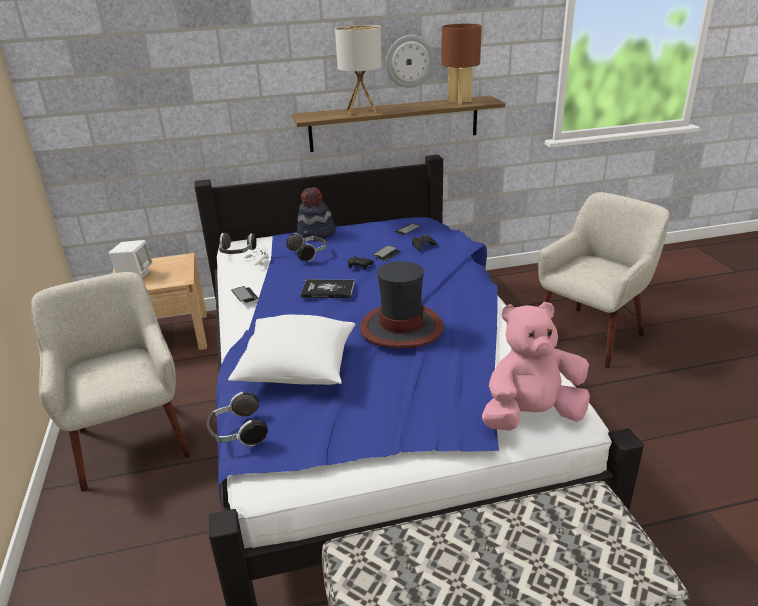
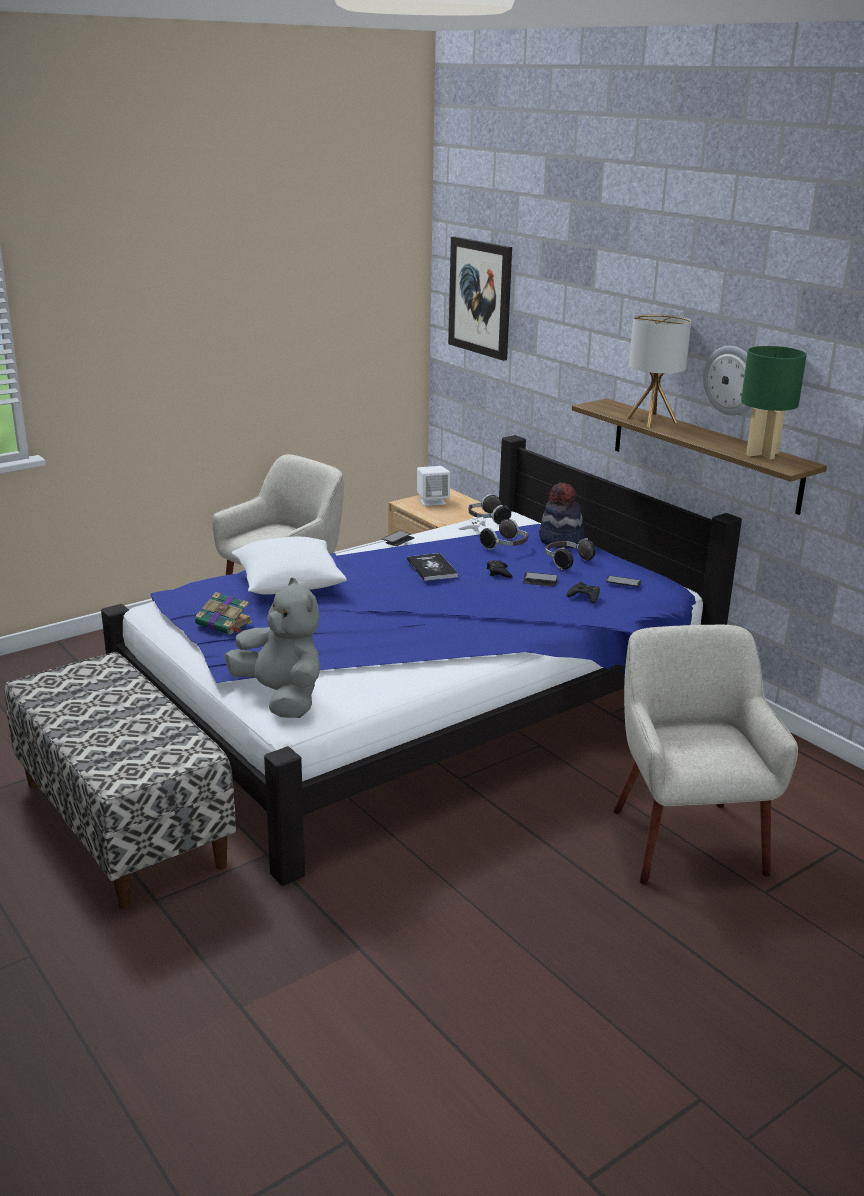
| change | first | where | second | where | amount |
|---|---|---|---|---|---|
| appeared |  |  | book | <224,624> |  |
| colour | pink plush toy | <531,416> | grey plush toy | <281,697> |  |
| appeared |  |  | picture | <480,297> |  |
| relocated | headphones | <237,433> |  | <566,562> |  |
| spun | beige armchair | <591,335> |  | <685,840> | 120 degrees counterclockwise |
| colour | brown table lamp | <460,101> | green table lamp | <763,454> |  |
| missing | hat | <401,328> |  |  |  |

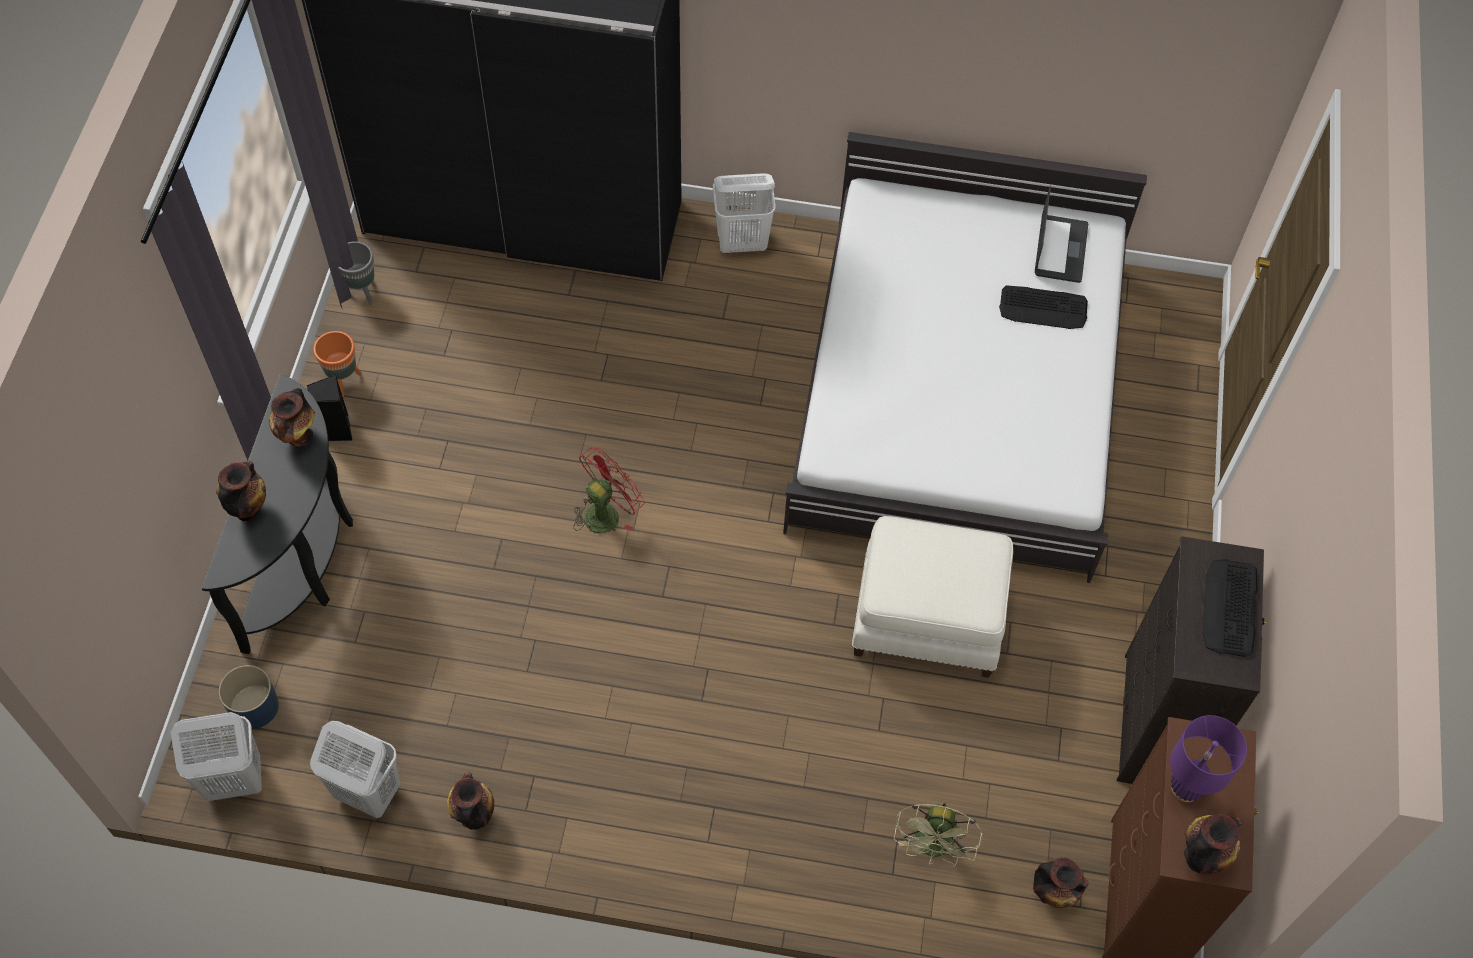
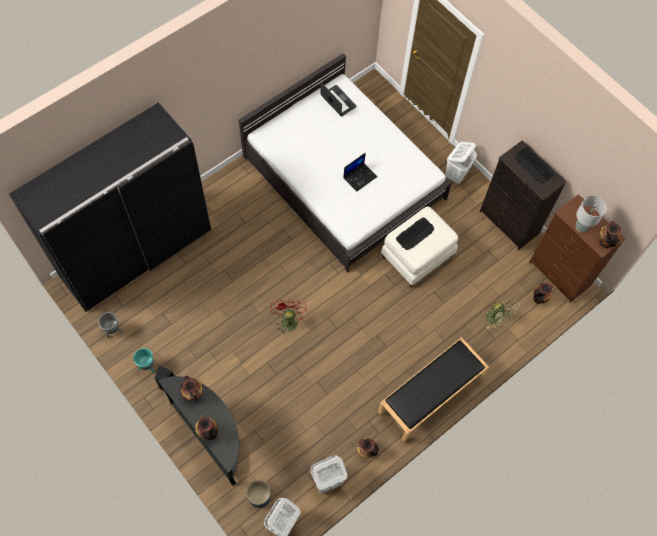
| change | first | where | second | where | amount |
|---|---|---|---|---|---|
| colour | orange planter | <344,381> | turquoise planter | <148,366> |  |
| appeared |  |  | laptop | <360,176> |  |
| appeared |  |  | black bench | <430,395> |  |
| relocated | keyboard | <1043,308> |  | <415,234> |  |
| relocated | white laundry basket | <743,242> |  | <456,174> |  |
| colour | purple table lamp | <1185,788> | grey table lamp | <581,227> |  |

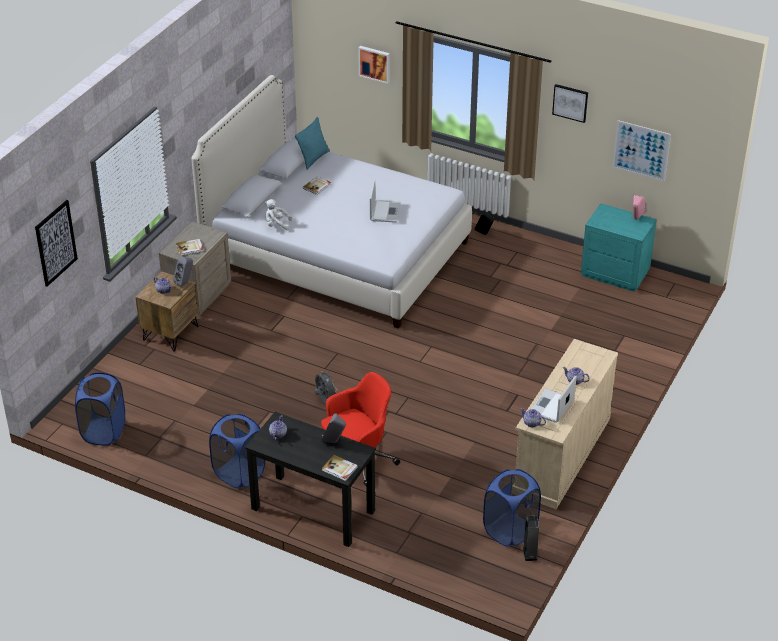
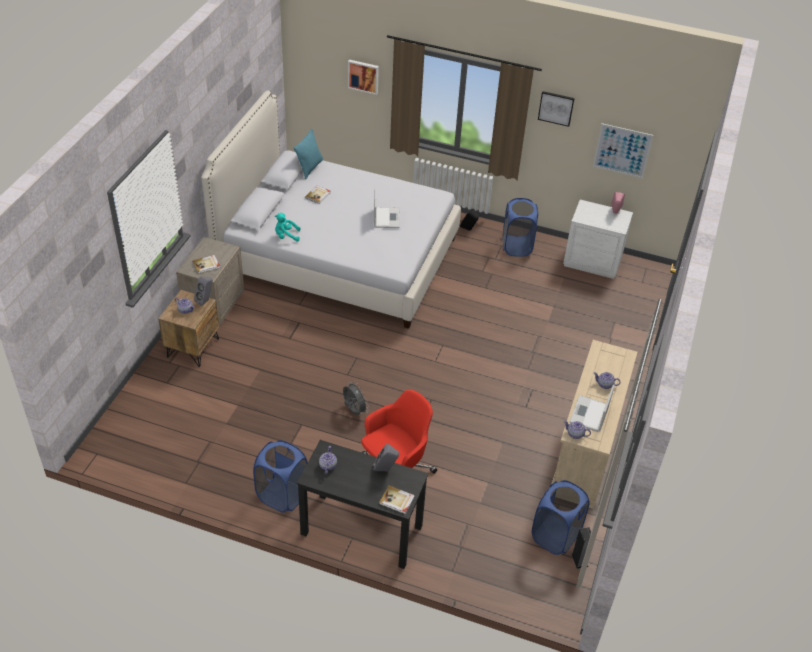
| change | first | where | second | where | amount |
|---|---|---|---|---|---|
| colour | white plush toy | <276,224> | turquoise plush toy | <286,236> |  |
| relocated | blue laundry basket | <104,431> |  | <516,246> |  |
| colour | turquoise nightstand | <615,273> | white nightstand | <592,261> |  |
| missing | picture | <56,243> |  |  |  |

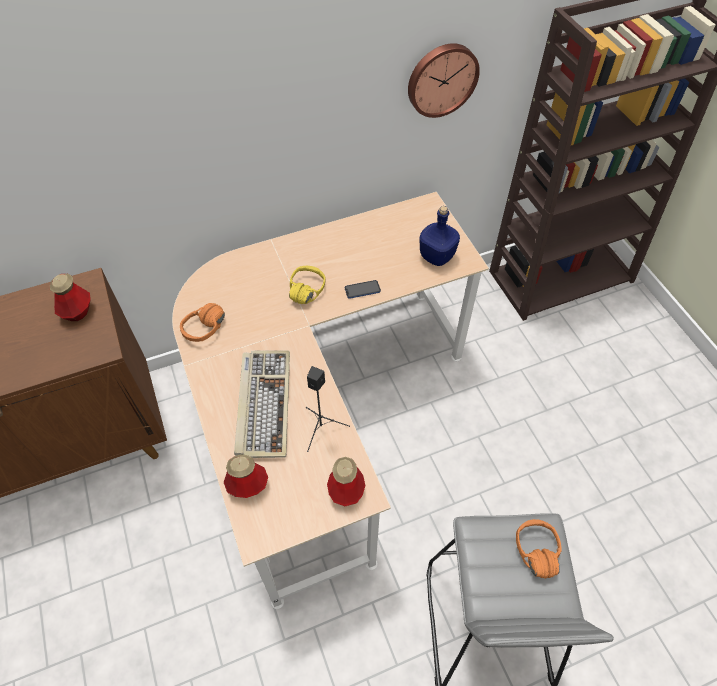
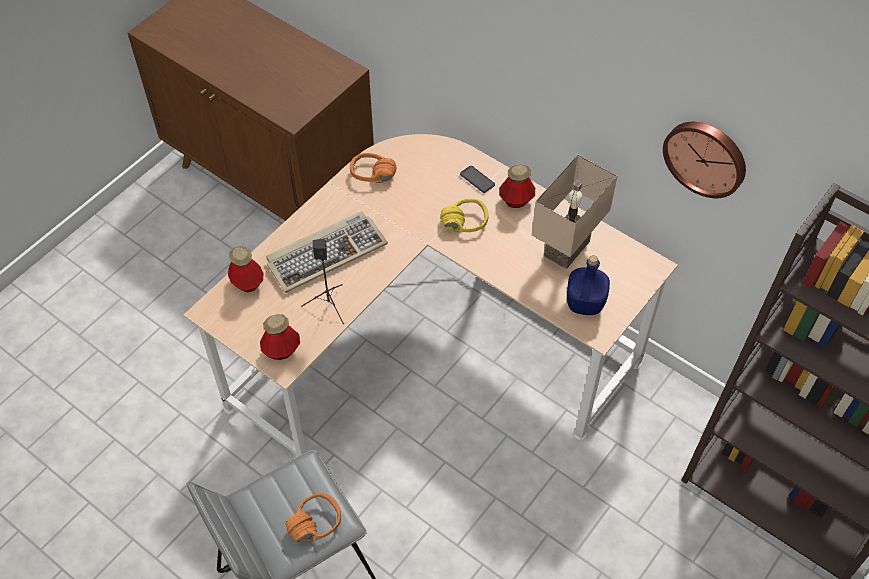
| change | first | where | second | where | amount |
|---|---|---|---|---|---|
| relocated | phone | <362,290> |  | <477,180> |  |
| relocated | bottle | <77,312> |  | <516,200> |  |
| appeared |  |  | beige table lamp | <565,247> |  |

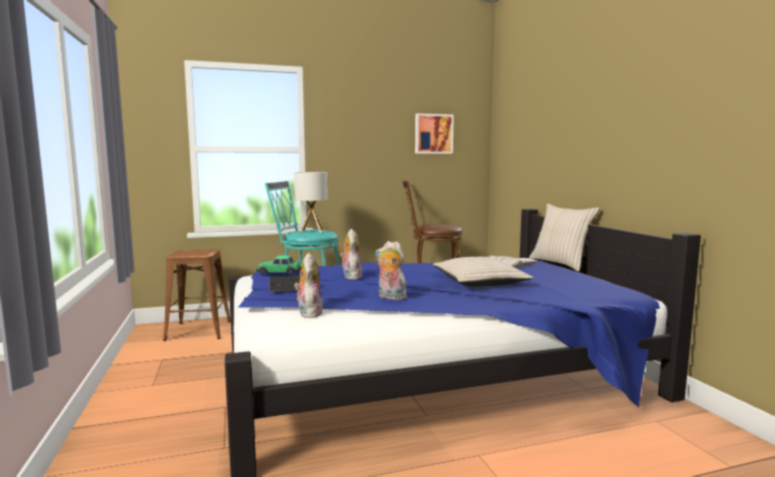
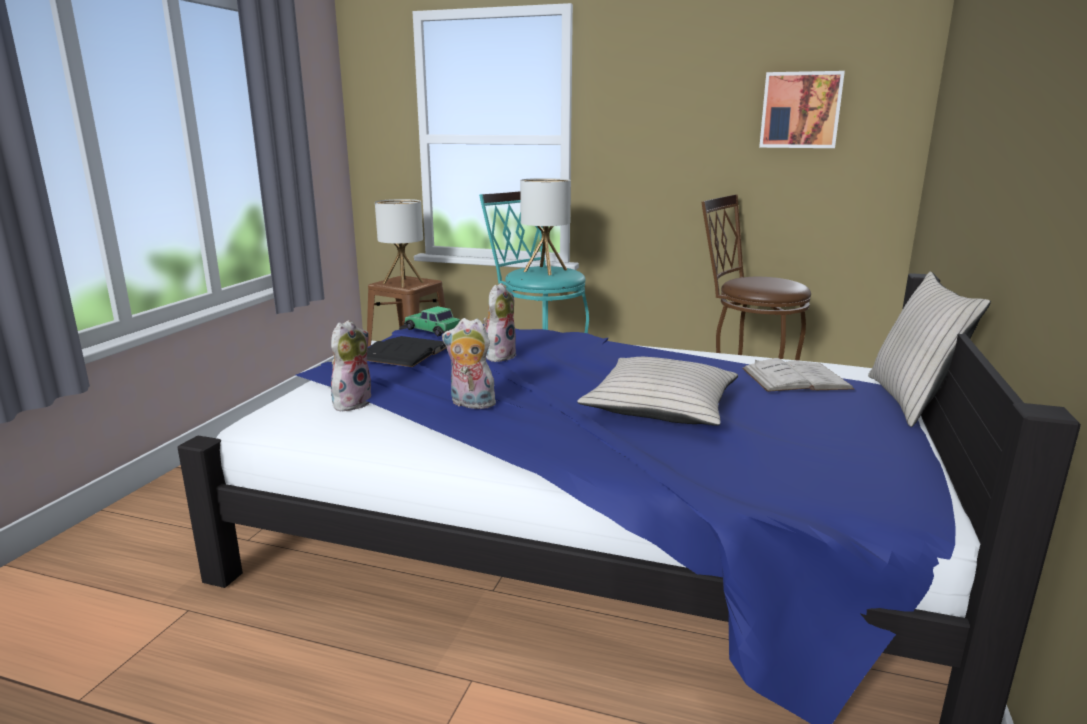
| change | first | where | second | where | amount |
|---|---|---|---|---|---|
| appeared |  |  | table lamp | <403,283> |  |
| spun | plush toy | <390,297> |  | <470,404> | 45 degrees counterclockwise |

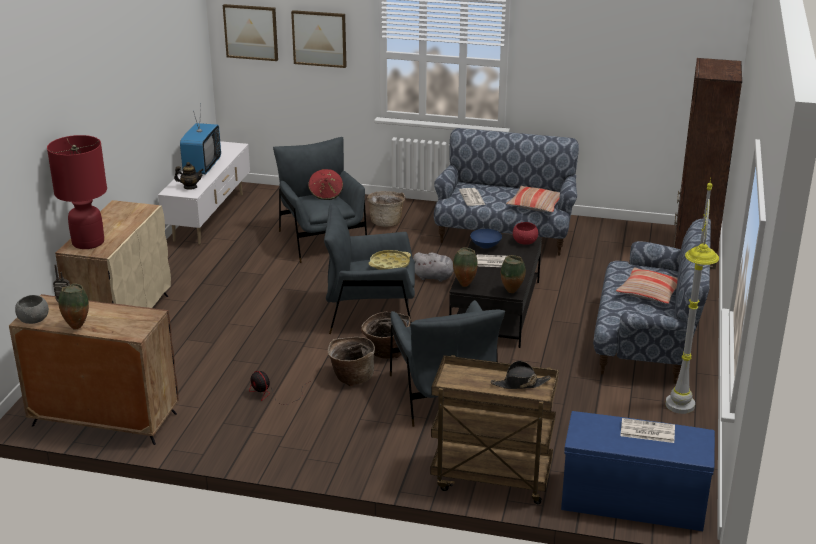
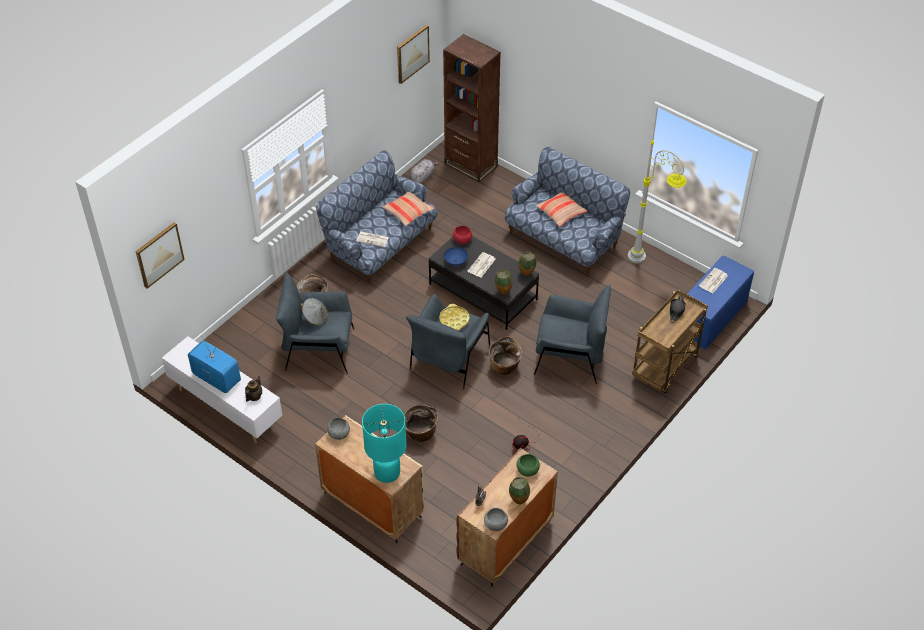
| change | first | where | second | where | amount |
|---|---|---|---|---|---|
| colour | red hat | <326,194> | grey hat | <315,318> |  |
| appeared |  |  | grey bowl | <339,433> |  |
| colour | red table lamp | <88,242> | turquoise table lamp | <387,473> |  |
| relocated | picture | <319,38> |  | <412,53> |  |
| relocated | basket | <351,377> |  | <420,434> |  |
| relocated | grey plush toy | <435,277> |  | <422,177> |  |
| appeared |  |  | green bowl | <527,470> |  |

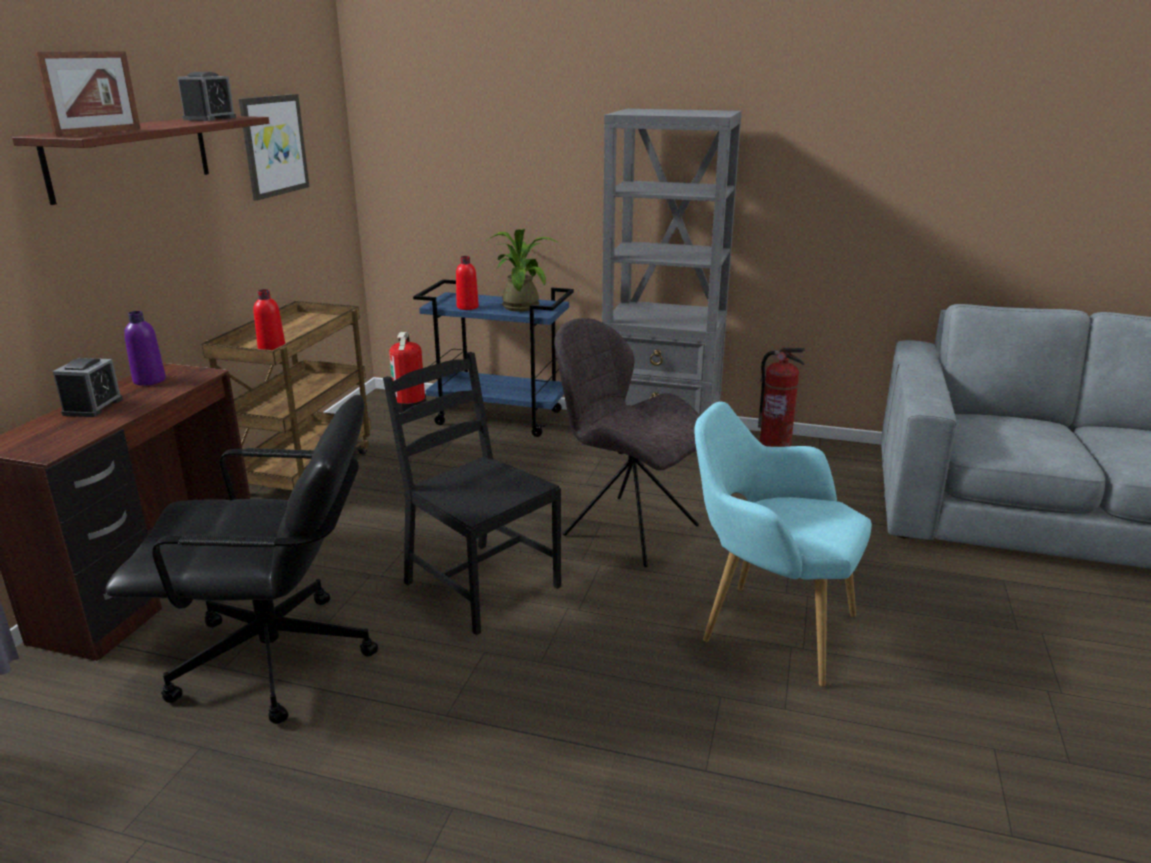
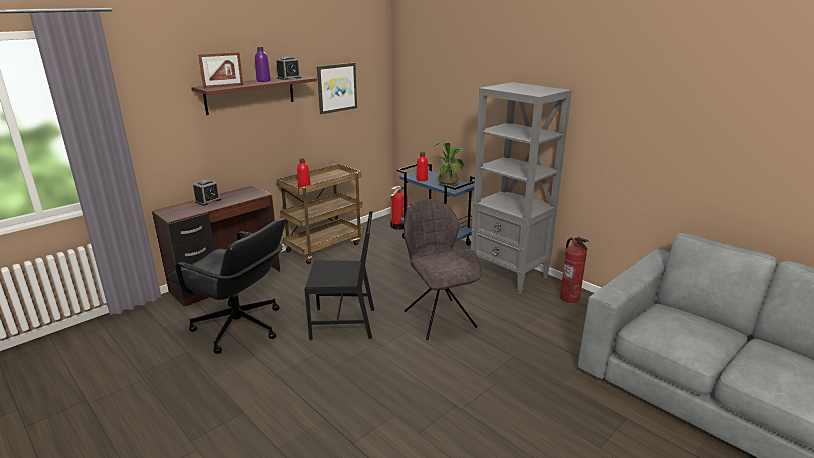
| change | first | where | second | where | amount |
|---|---|---|---|---|---|
| relocated | purple bottle | <149,380> |  | <263,81> |  |
| spun | black chair | <479,585> |  | <344,323> | 105 degrees clockwise |
| missing | turquoise armchair | <768,627> |  |  |  |

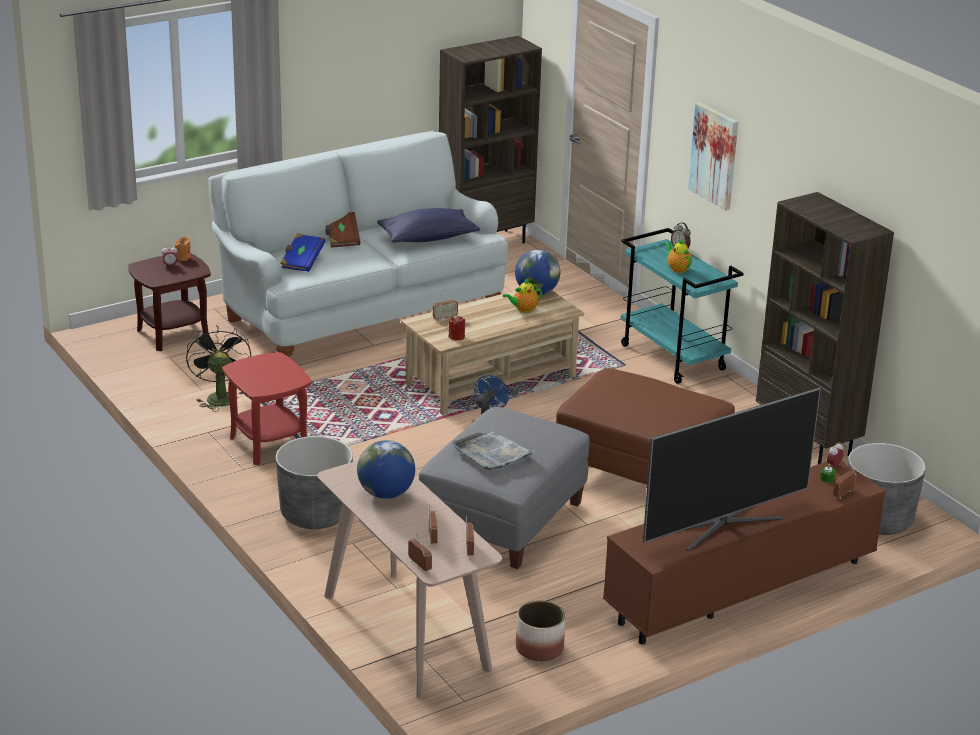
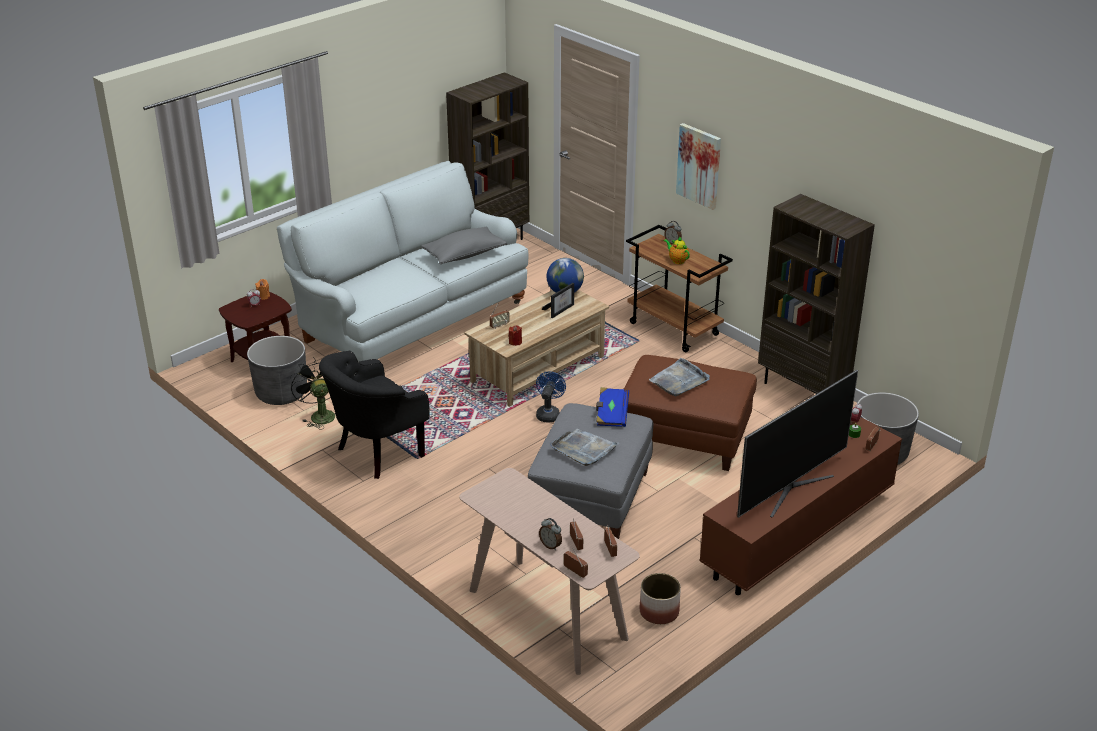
| change | first | where | second | where | amount |
|---|---|---|---|---|---|
| relocated | grey planter | <315,514> |  | <281,393> |  |
| exchanged | red side table | <268,444> | black armchair | <376,454> |  |
| colour | blue pillow | <428,238> | grey pillow | <464,255> |  |
| appeared |  |  | alarm clock | <551,545> |  |
| exchanged | teapot | <523,309> | picture frame | <560,309> |  |
| relocated | blue book | <302,262> |  | <611,415> |  |
| colour | turquoise cart | <674,358> | brown cart | <675,329> |  |
| appeared |  |  | grey tray | <679,380> |  |
| missing | brown book | <341,238> |  |  |  |
| missing | globe | <386,494> |  |  |  |

